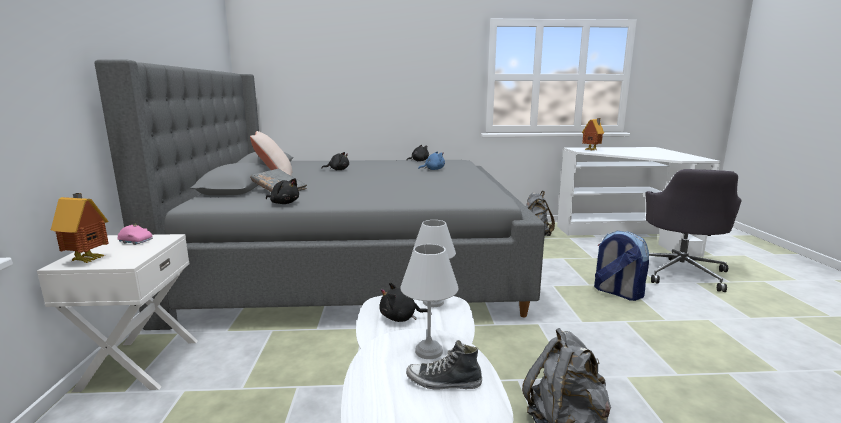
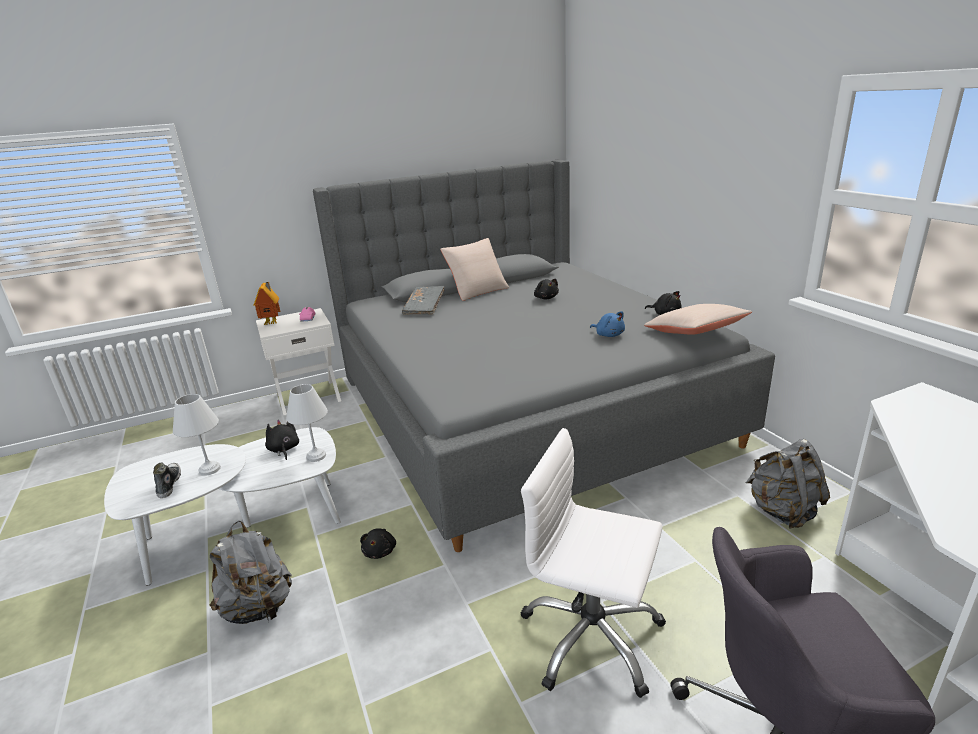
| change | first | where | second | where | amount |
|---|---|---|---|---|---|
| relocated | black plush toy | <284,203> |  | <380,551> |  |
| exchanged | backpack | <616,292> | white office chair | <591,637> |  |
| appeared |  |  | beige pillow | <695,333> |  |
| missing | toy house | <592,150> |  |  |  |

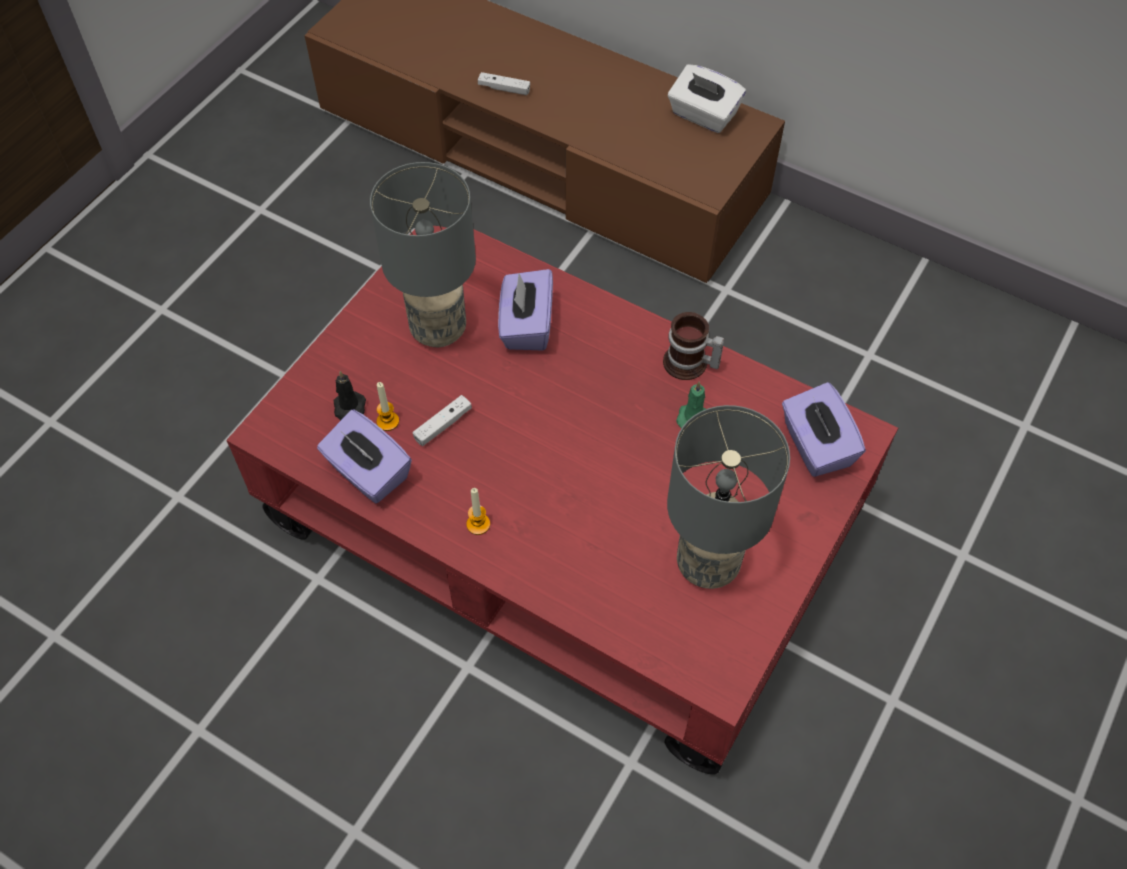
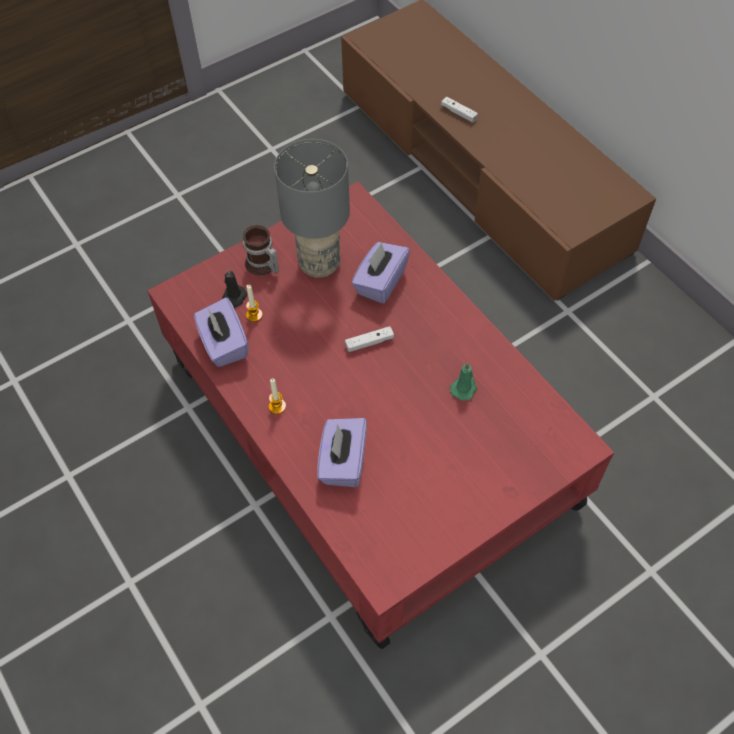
| change | first | where | second | where | amount |
|---|---|---|---|---|---|
| relocated | mug | <689,365> |  | <262,266> |  |
| relocated | purple tissue box | <815,446> |  | <343,462> |  |
| relocated | white game controller | <443,425> |  | <369,342> |  |
| missing | grey table lamp | <706,563> |  |  |  |
| missing | white tissue box | <703,115> |  |  |  |

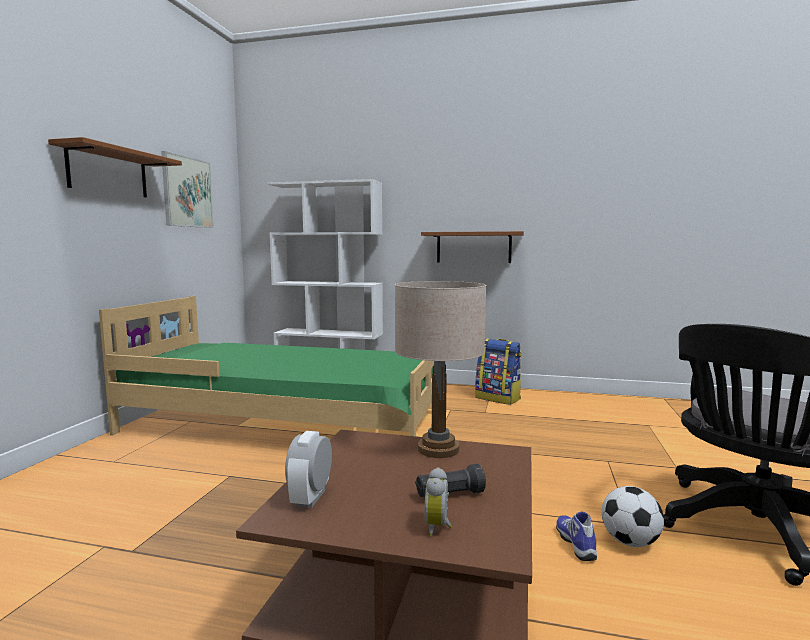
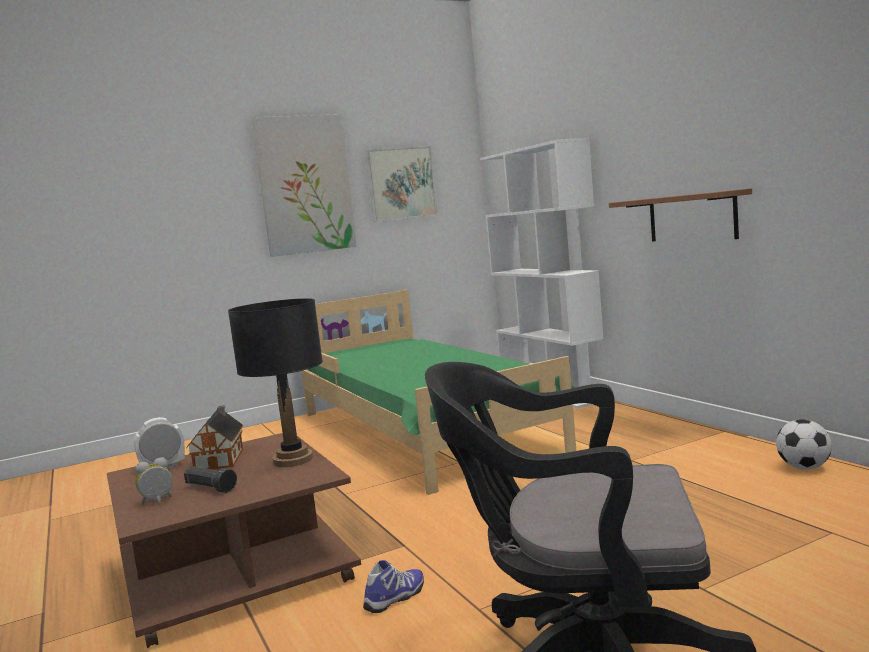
| change | first | where | second | where | amount |
|---|---|---|---|---|---|
| appeared |  |  | toy house | <220,459> |  |
| colour | beige table lamp | <438,449> | black table lamp | <293,460> |  |
| exchanged | brown shelf | <108,172> | picture | <305,185> |  |
| relocated | football | <630,542> |  | <804,468> |  |
| missing | backpack | <498,398> |  |  |  |

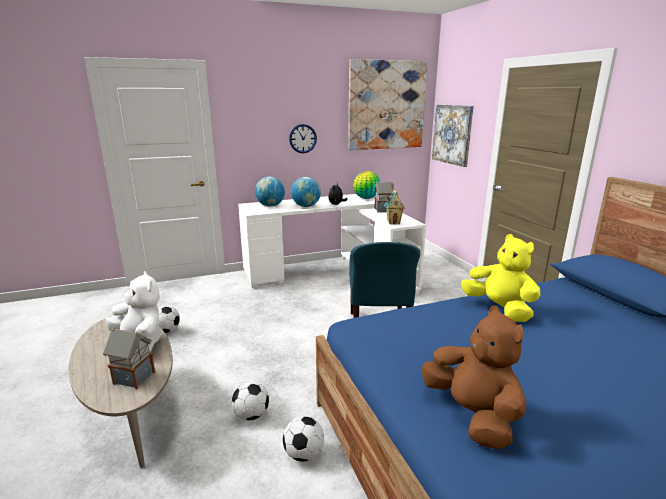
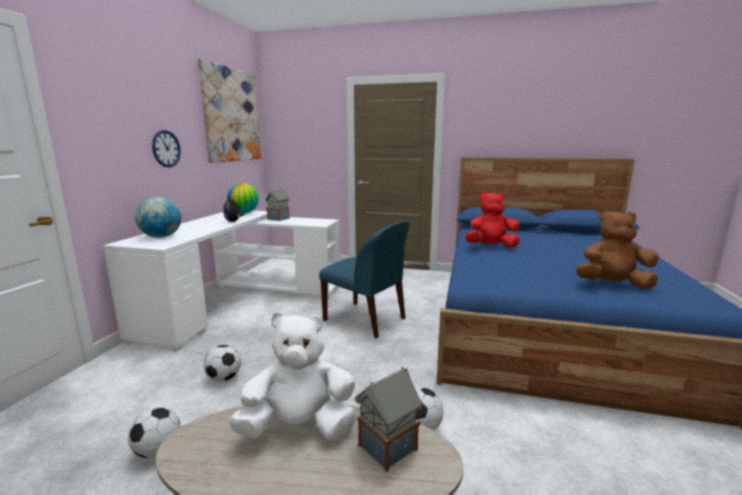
| change | first | where | second | where | amount |
|---|---|---|---|---|---|
| relocated | football | <303,454> |  | <224,378> |  |
| colour | yellow plush toy | <499,309> | red plush toy | <491,246> |  |
| missing | globe | <306,206> |  |  |  |
| missing | toy house | <393,222> |  |  |  |
| missing | picture | <452,134> |  |  |  |

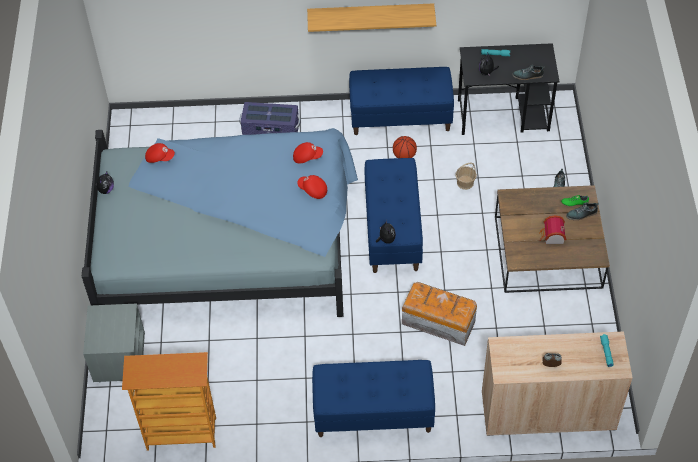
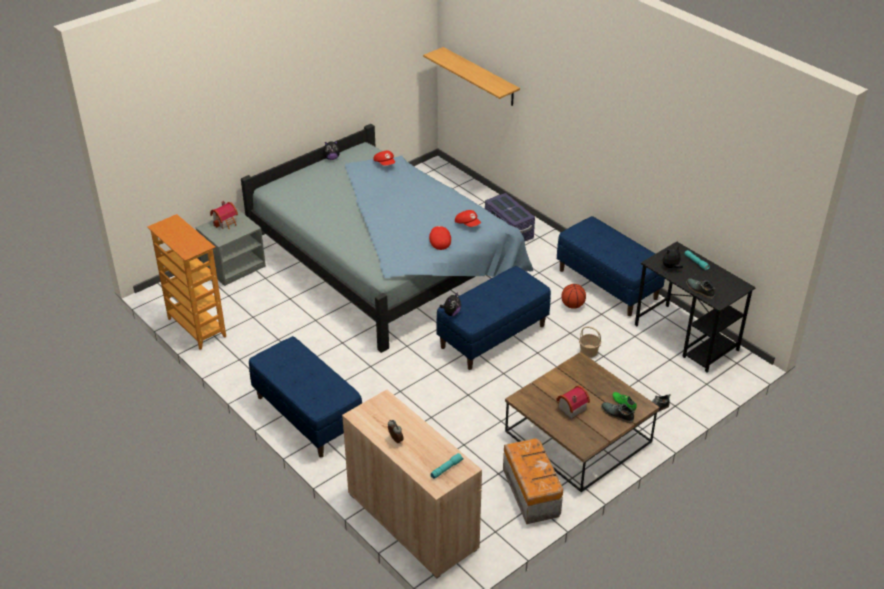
| change | first | where | second | where | amount |
|---|---|---|---|---|---|
| appeared |  |  | toy house | <226,222> |  |
| relocated | shelf | <370,15> |  | <480,77> |  |
| relocated | storage box | <438,321> |  | <531,491> |  |

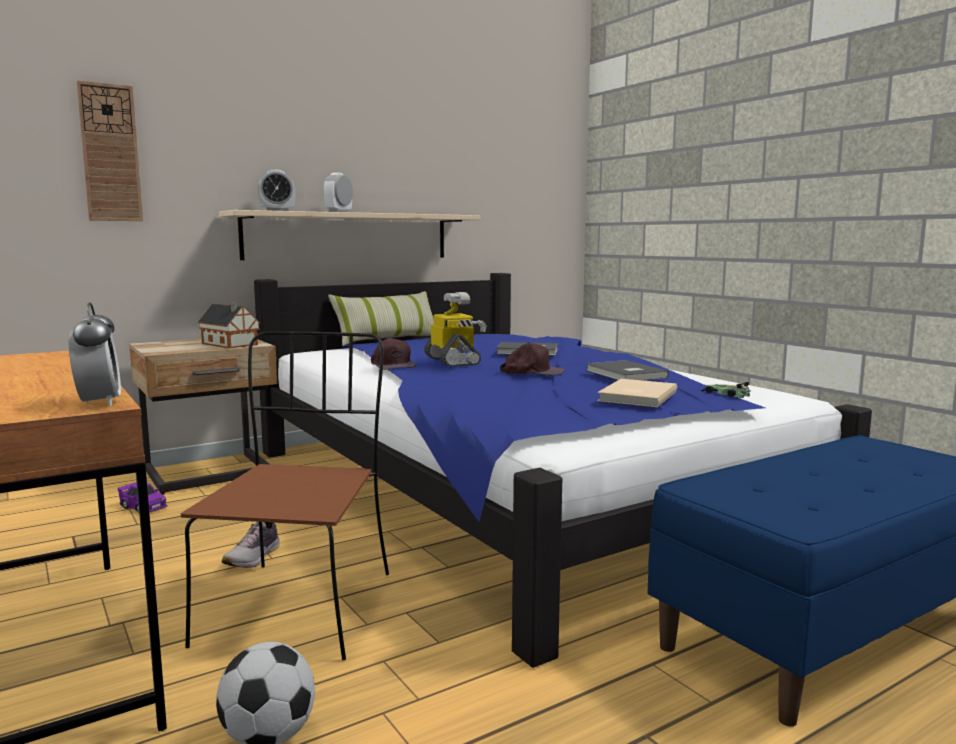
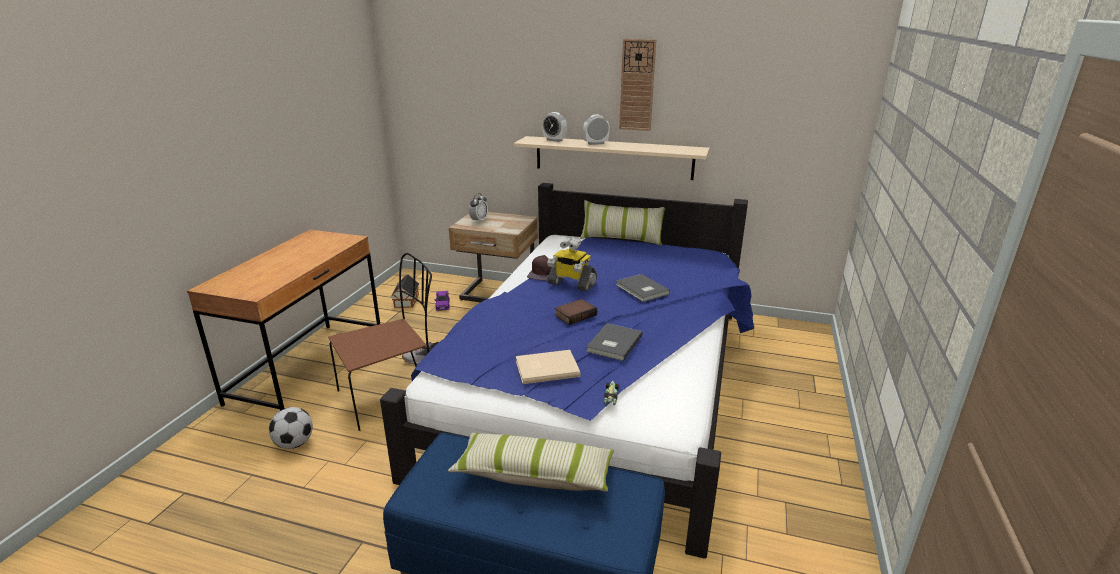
| change | first | where | second | where | amount |
|---|---|---|---|---|---|
| relocated | toy house | <230,344> |  | <406,301> |  |
| appeared |  |  | pillow | <534,474> |  |
| relocated | alarm clock | <99,403> |  | <479,220> |  |
| spun | toy robot | <453,361> |  | <571,284> | 90 degrees clockwise |
| exchanged | brown cap | <532,371> | book | <575,315> |  |
| relocated | wall clock | <110,153> |  | <637,85> |  |

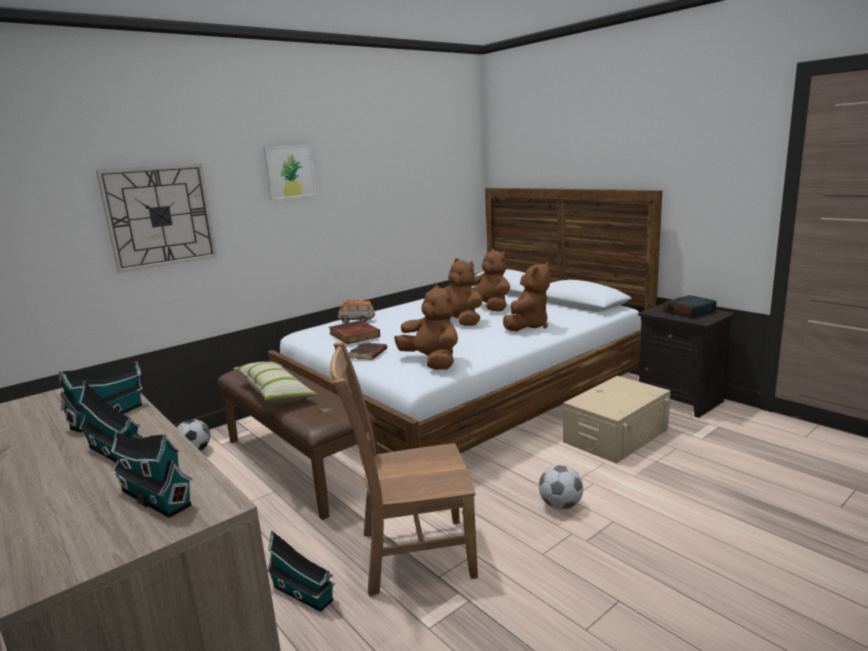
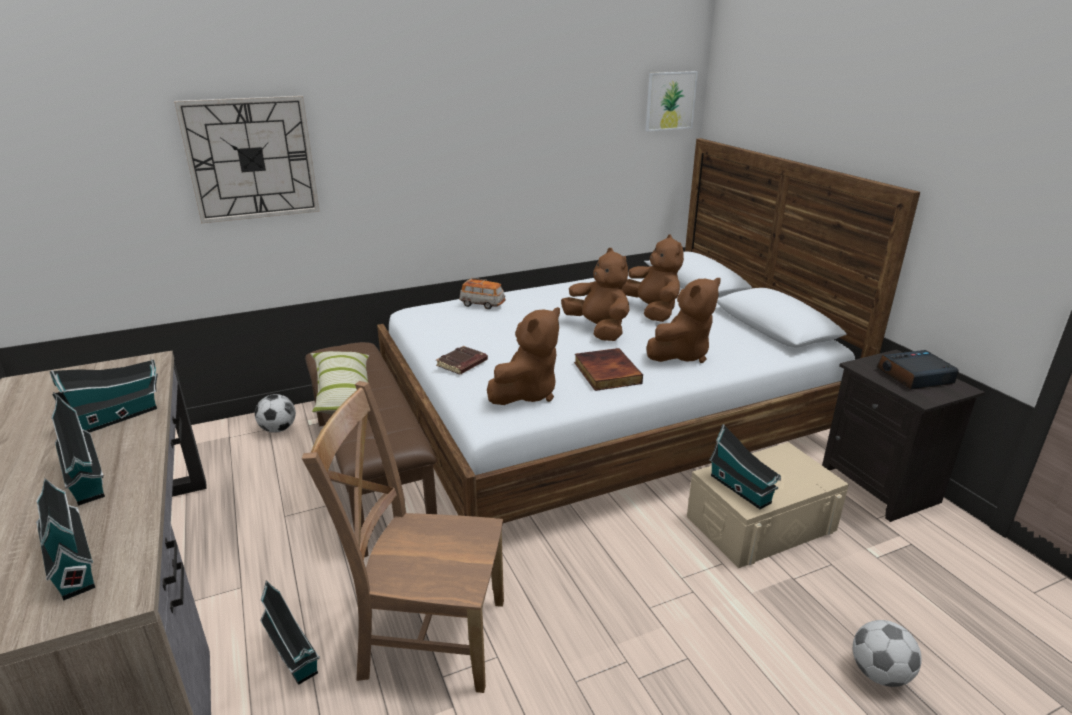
| change | first | where | second | where | amount |
|---|---|---|---|---|---|
| spun | brown plush toy | <432,362> |  | <526,393> | 60 degrees clockwise |
| relocated | book | <353,335> |  | <605,373> |  |
| relocated | picture | <290,172> |  | <670,101> |  |
| appeared |  |  | toy house | <742,490> |  |
| relocated | football | <561,505> |  | <879,674> |  |

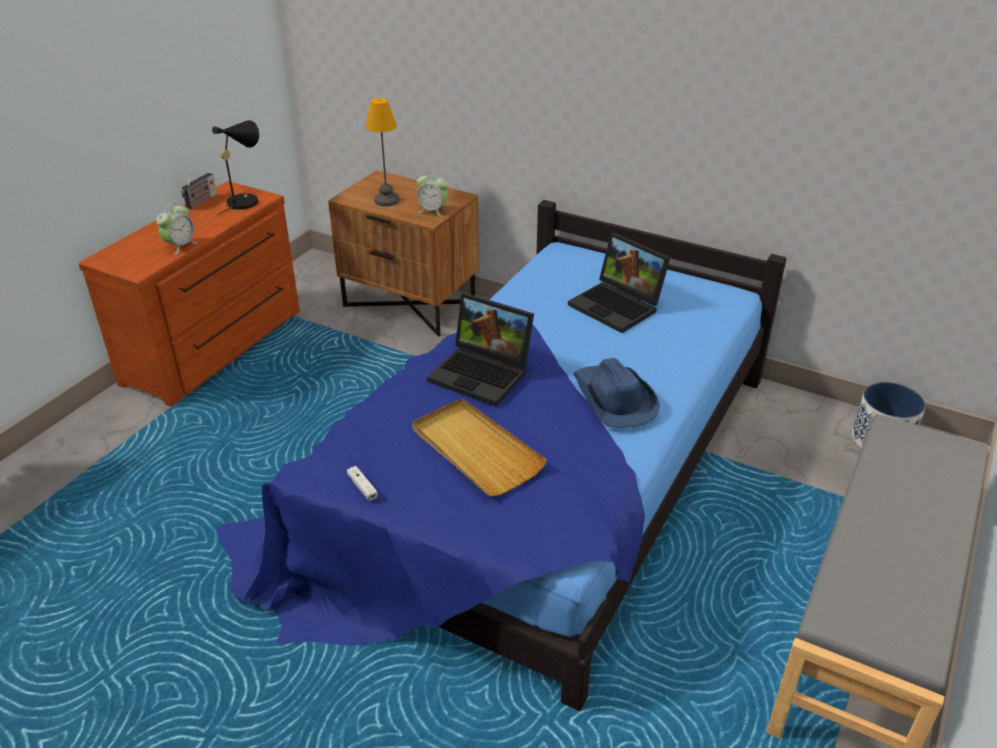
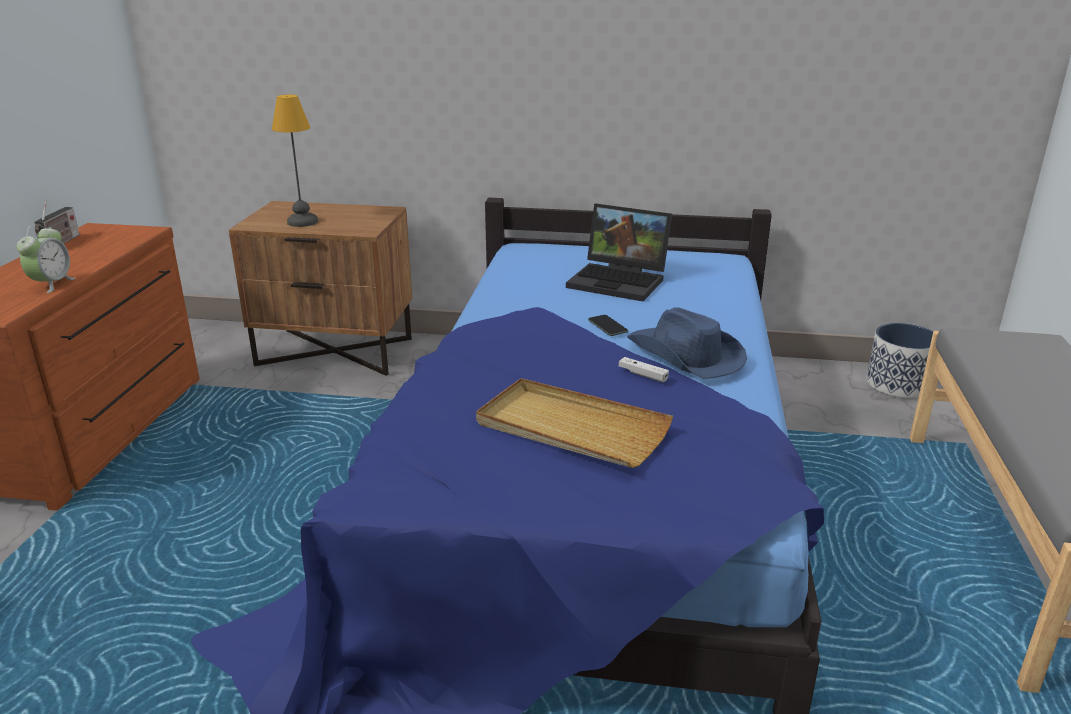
| change | first | where | second | where | amount |
|---|---|---|---|---|---|
| appeared |  |  | phone | <607,326> |  |
| relocated | white game controller | <362,487> |  | <643,375> |  |
| missing | black table lamp | <245,200> |  |  |  |
| missing | alarm clock | <433,211> |  |  |  |
| missing | laptop | <483,373> |  |  |  |

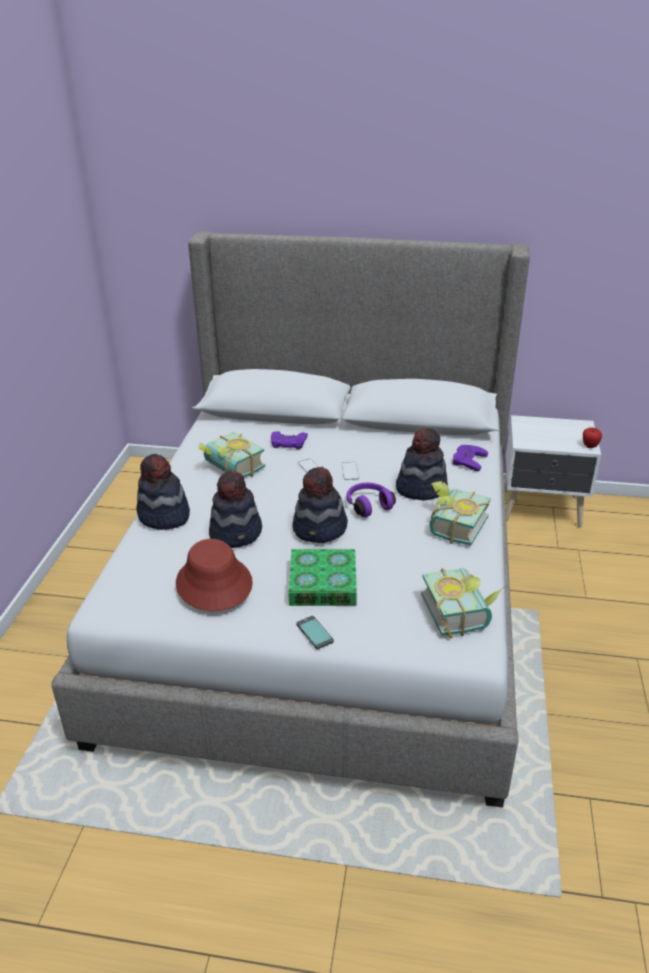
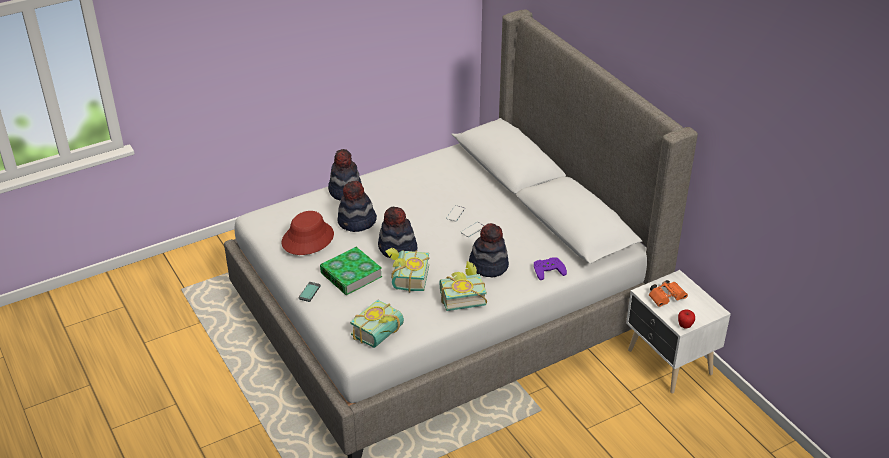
| change | first | where | second | where | amount |
|---|---|---|---|---|---|
| relocated | book | <230,470> |  | <406,278> |  |
| appeared |  |  | orange binoculars | <667,298> |  |
| missing | purple game controller | <288,443> |  |  |  |
| missing | purple headphones | <368,505> |  |  |  |

